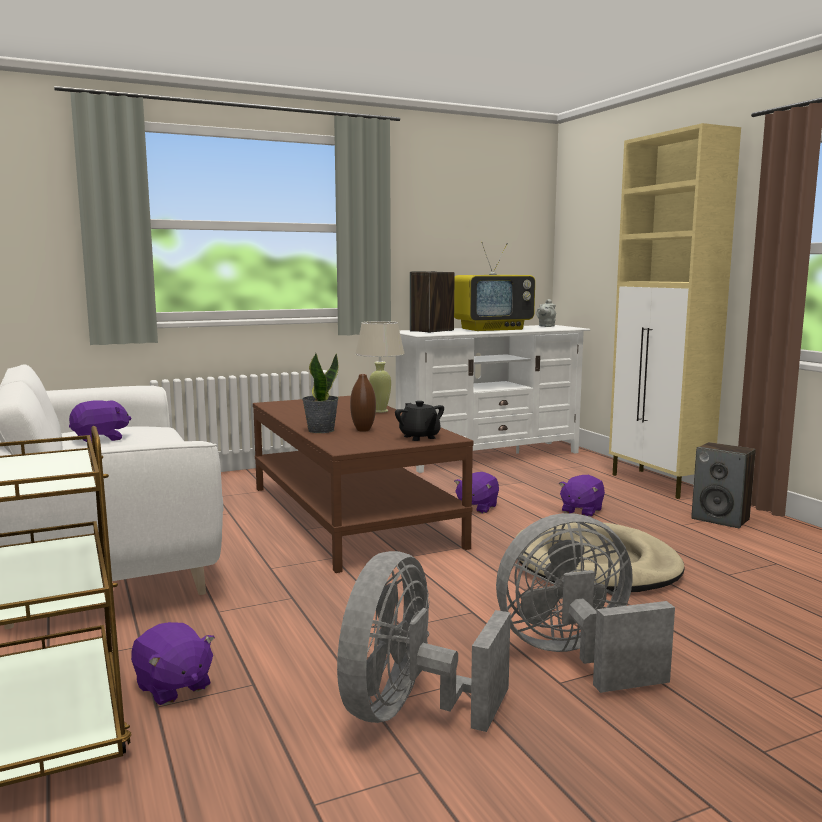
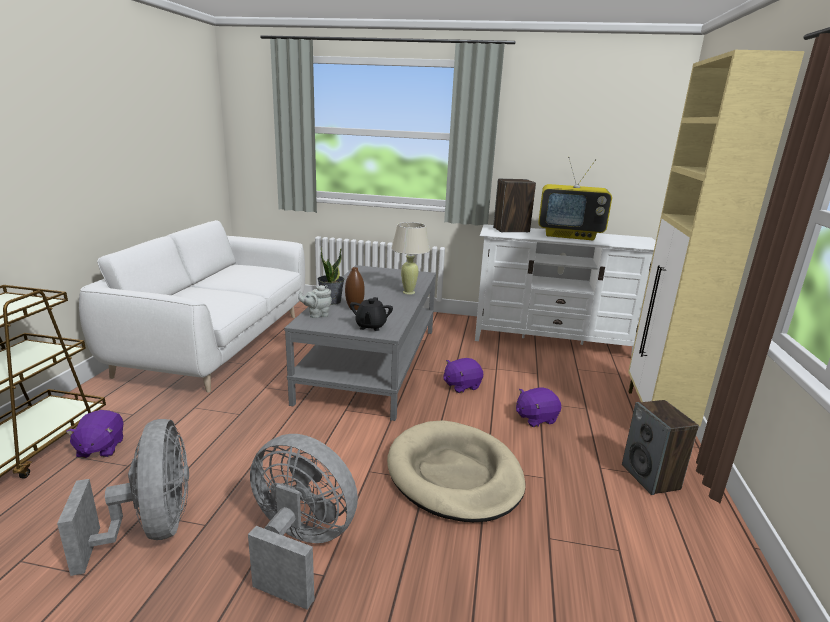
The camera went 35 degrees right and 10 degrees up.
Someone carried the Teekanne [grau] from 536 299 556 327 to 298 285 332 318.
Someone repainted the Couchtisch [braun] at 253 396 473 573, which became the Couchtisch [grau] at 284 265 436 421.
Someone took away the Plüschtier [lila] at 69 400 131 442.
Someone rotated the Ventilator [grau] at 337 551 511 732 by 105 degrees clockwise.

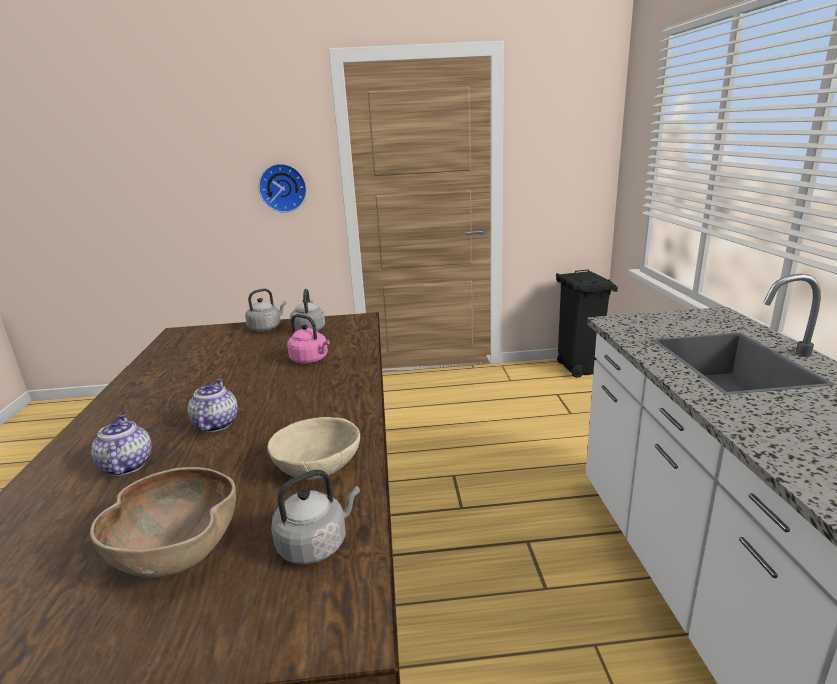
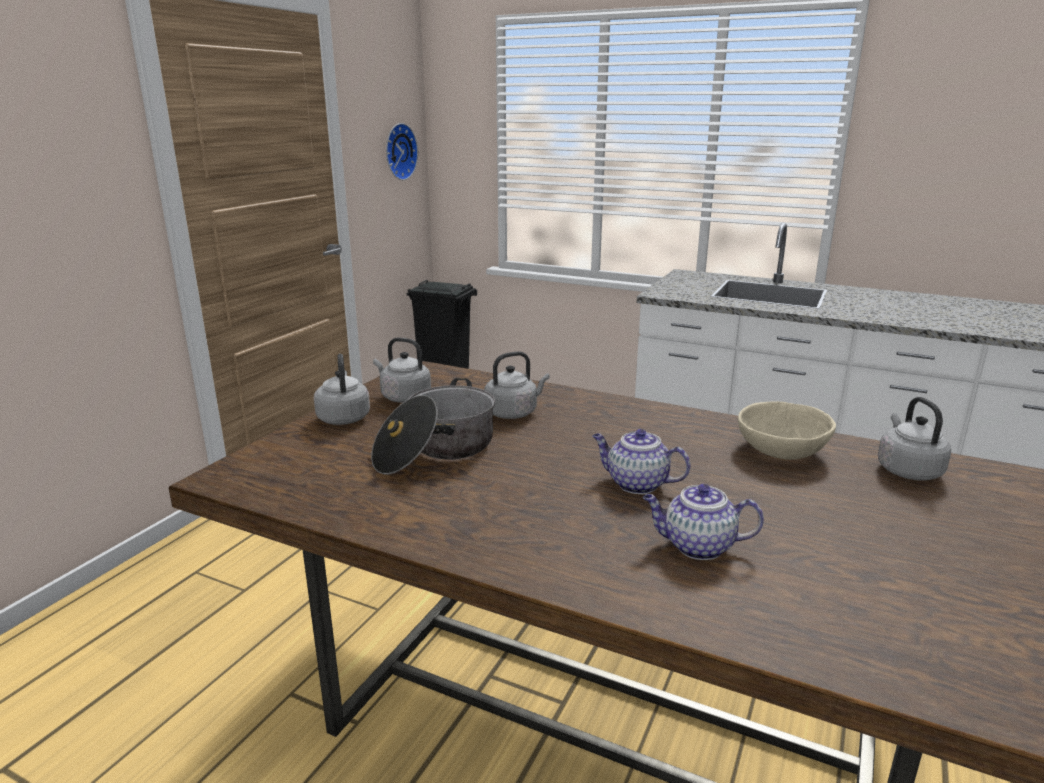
The camera went 60 degrees left and 0 degrees up.
Someone carried the Wanduhr from 259 164 307 213 to 386 123 418 180.
Someone repainted the Wasserkessel [rosa] at 287 314 330 364, which became the Wasserkessel [grau] at 484 351 550 419.
Someone took away the Schüssel [braun] at 90 467 236 578.
Someone put down the Kochtopf at 371 378 495 475.

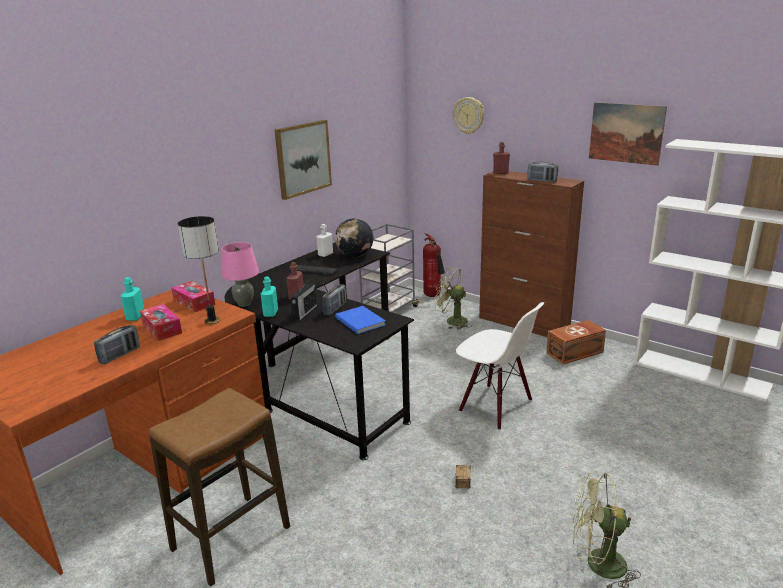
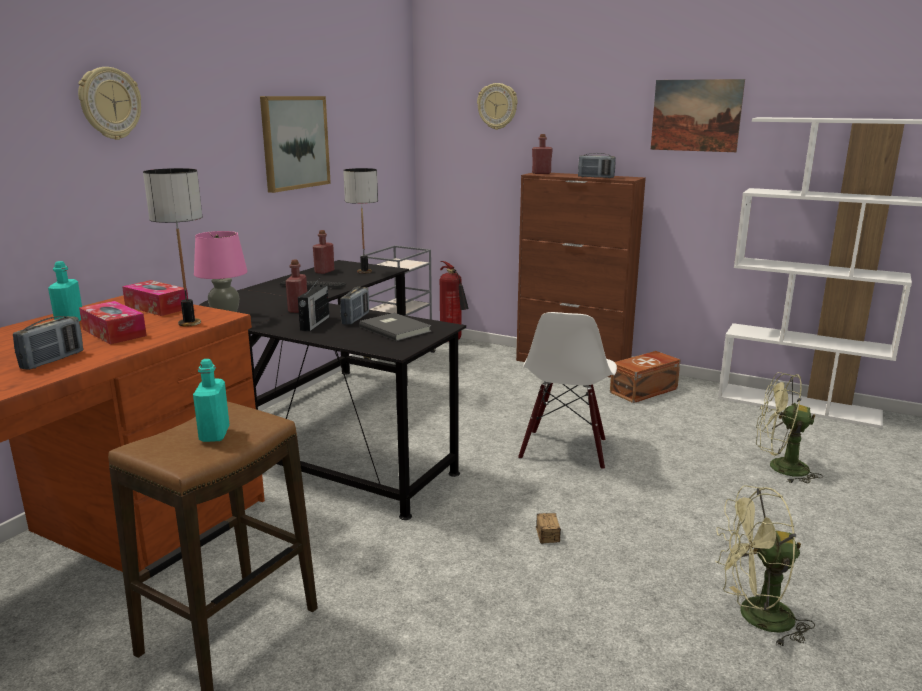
The camera went 10 degrees left and 5 degrees down.
Someone swapped the Globus at 335 218 374 257 for the Tischlampe at 343 168 378 274.
Someone repainted the Flasche [weiß] at 316 224 333 257, which became the Flasche [rot] at 313 230 334 274.
Someone carried the Ventilator [grün] from 434 267 471 330 to 756 372 823 483.
Someone carried the Flasche [türkis] from 261 277 278 317 to 193 359 230 442.
Someone rotated the Stuhl [weiß] at 456 302 544 430 by 75 degrees clockwise.
Someone repainted the Buch [blau] at 335 306 386 334, which became the Buch [grau] at 359 313 431 341.
Someone put up the Wanduhr at 78 67 141 140.

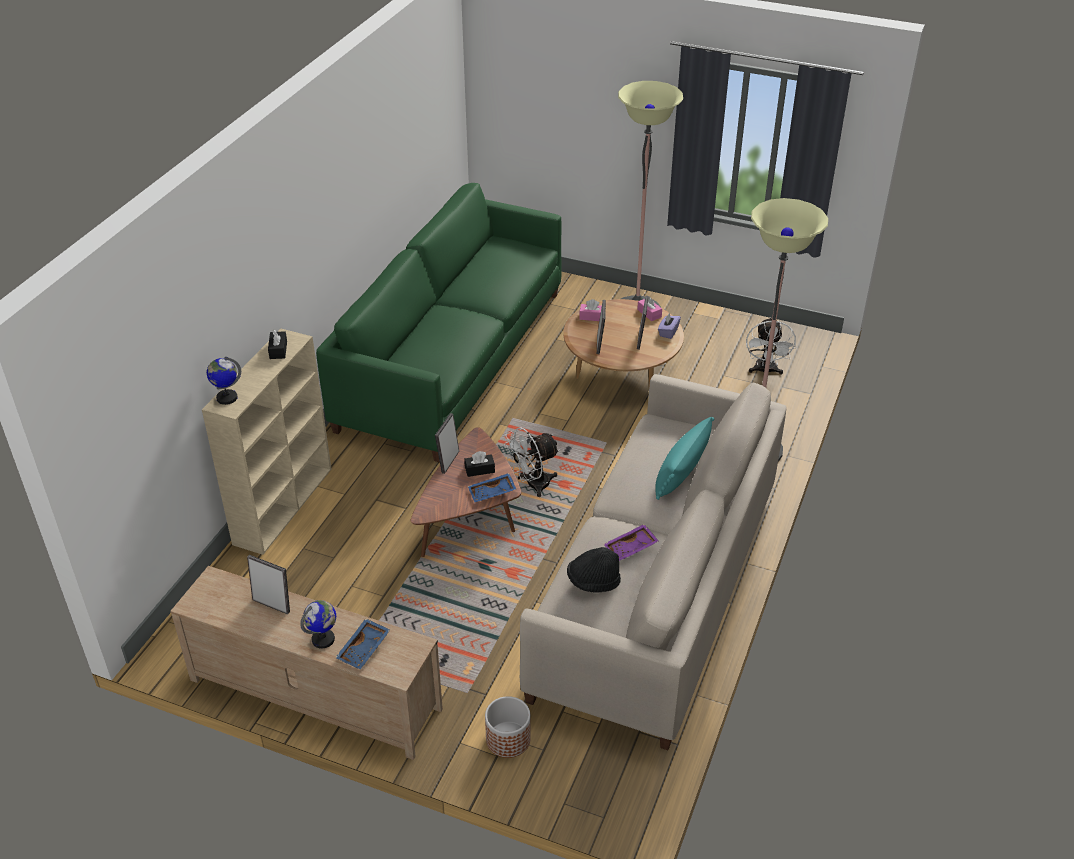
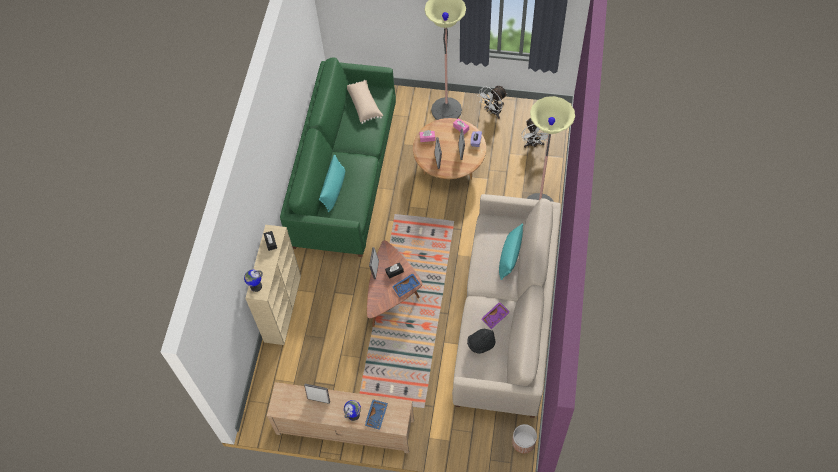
The camera went 10 degrees left and 20 degrees up.
Someone carried the Ventilator [weiß] from 504 427 559 497 to 478 86 507 119.
Someone carried the Pflanzkübel from 485 696 531 758 to 512 424 537 454.
Someone put down the Kissen [beige] at 347 80 383 124.
Someone put down the Kissen [türkis] at 319 155 345 212.

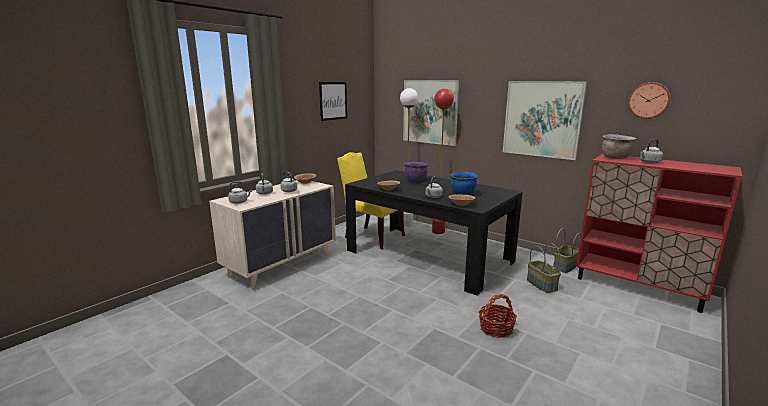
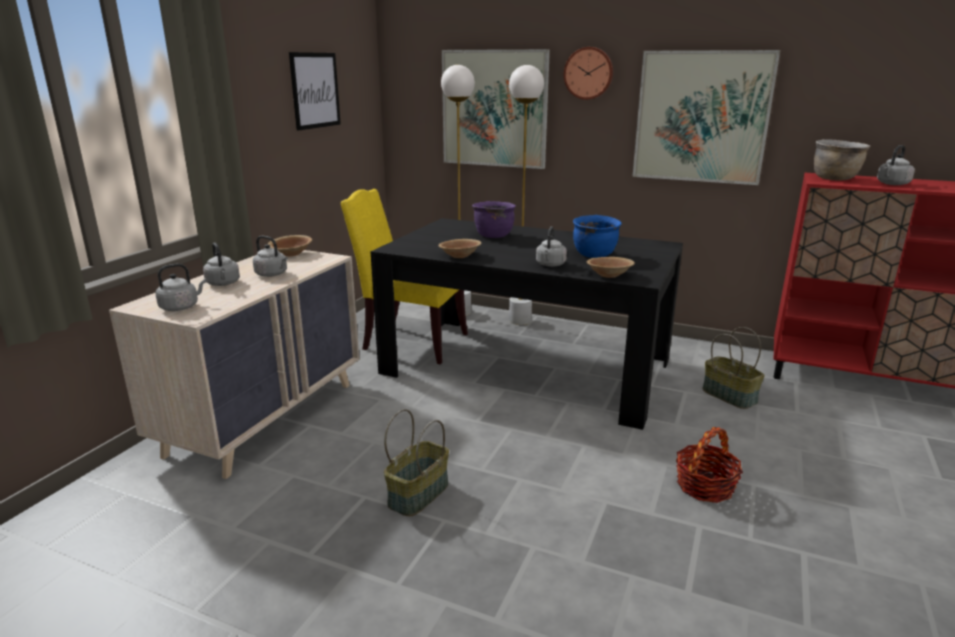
The camera went 15 degrees left and 5 degrees up.
Someone carried the Wanduhr from 628 82 671 119 to 564 47 613 100.
Someone repainted the Stehlampe [rot] at 432 89 454 234, which became the Stehlampe [weiß] at 509 65 544 325.
Someone carried the Korb from 553 228 581 273 to 384 409 449 516.

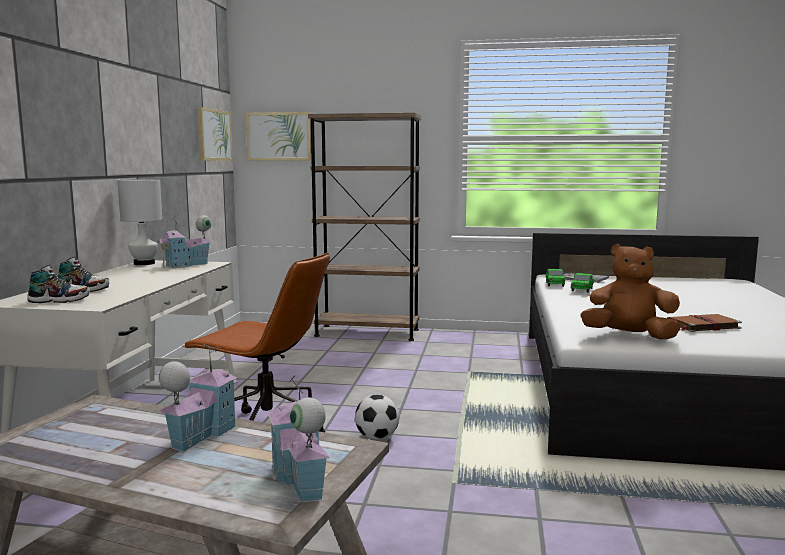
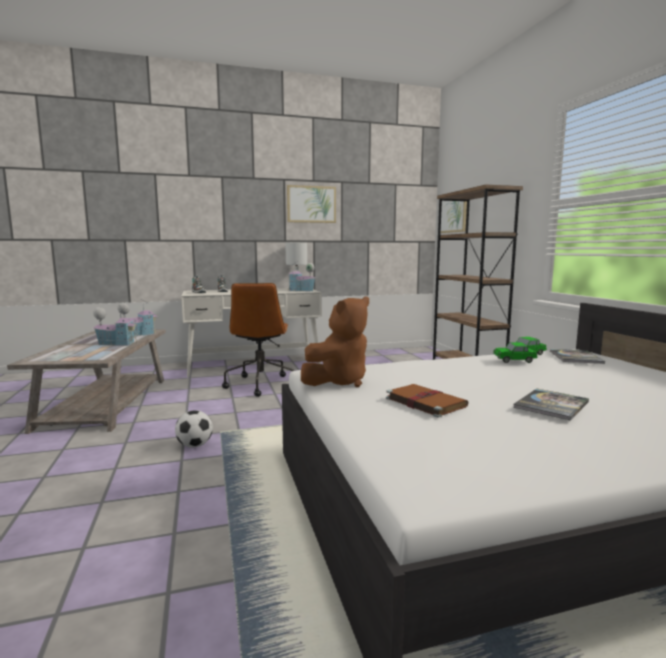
The camera went 65 degrees right and 0 degrees up.
Someone carried the Bild from 197 107 233 161 to 287 185 336 223.
Someone rotated the Plüschtier [braun] at 580 244 680 340 by 60 degrees clockwise.
Someone carried the Spielzeughaus from 267 375 331 503 to 117 299 157 336.
Someone carried the Fußball from 355 395 399 440 to 175 410 213 448.
Someone put down the Buch at 513 388 589 421.

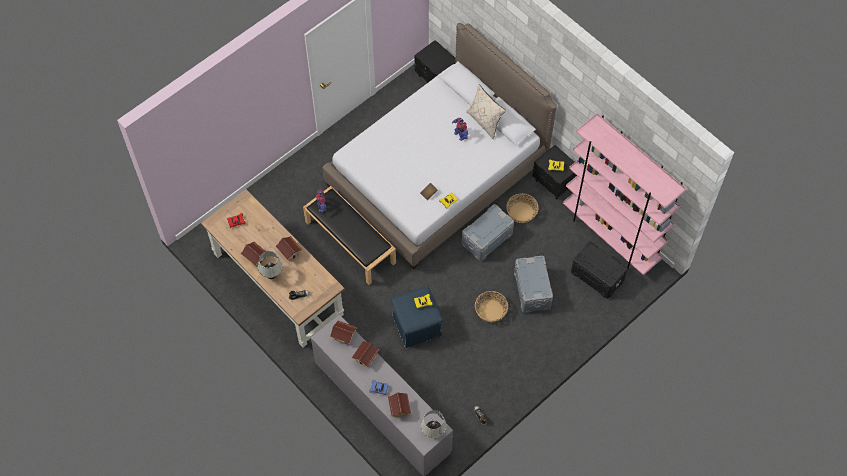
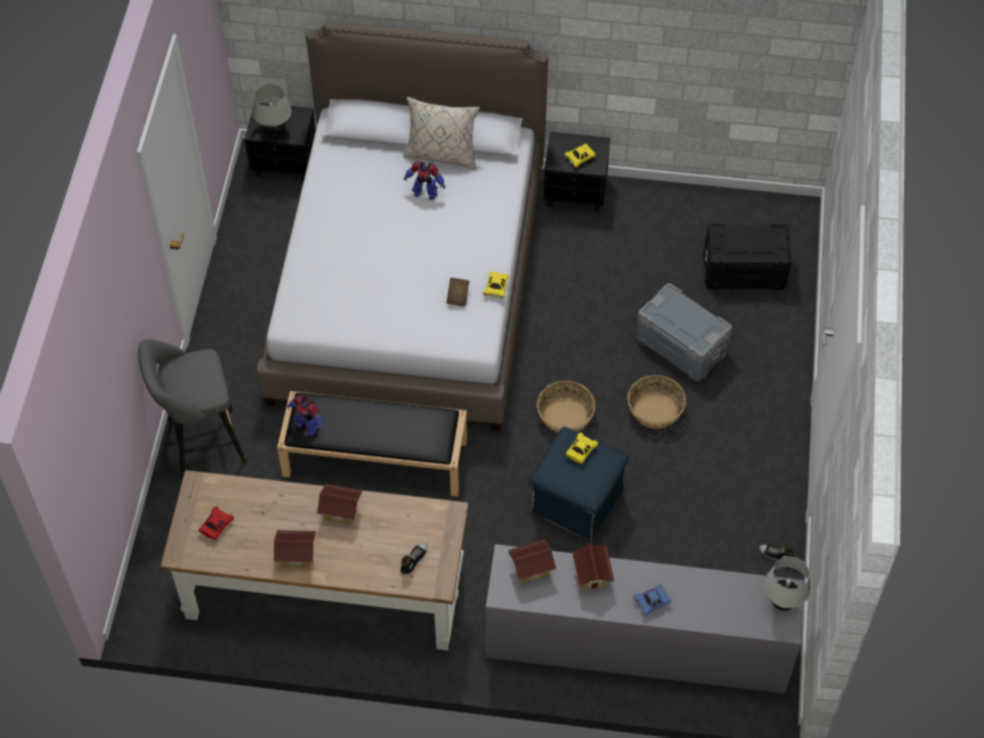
The camera went 40 degrees left and 5 degrees down.
Someone took away the Bücherregal [rosa] at 563 113 686 275.
Someone carried the Korb from 506 193 539 223 to 537 381 595 433.
Someone took away the Aufbewahrungsbox [grau] at 462 204 514 261.
Someone carried the Tischlampe [weiß] from 258 251 282 279 to 253 83 291 135.
Someone took away the Spielzeughaus at 388 392 411 417.
Someone put down the Hocker [grau] at 138 339 247 479.

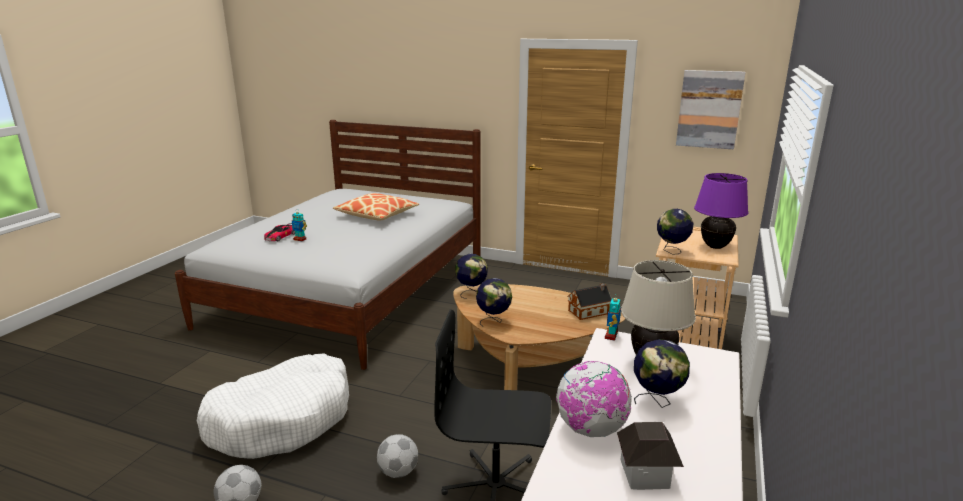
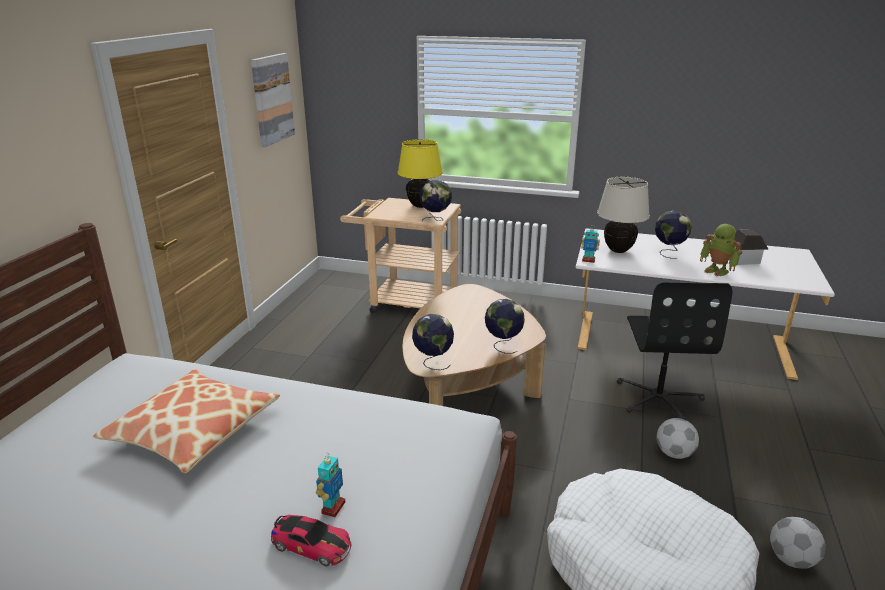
The camera went 95 degrees left and 5 degrees up.
Someone repainted the Tischlampe [lila] at 694 173 749 249, which became the Tischlampe [gelb] at 398 139 443 208.
Someone took away the Spielzeughaus at 567 283 612 320.
Someone swapped the Globus at 556 361 632 437 for the Spielzeugroboter at 700 224 742 276.

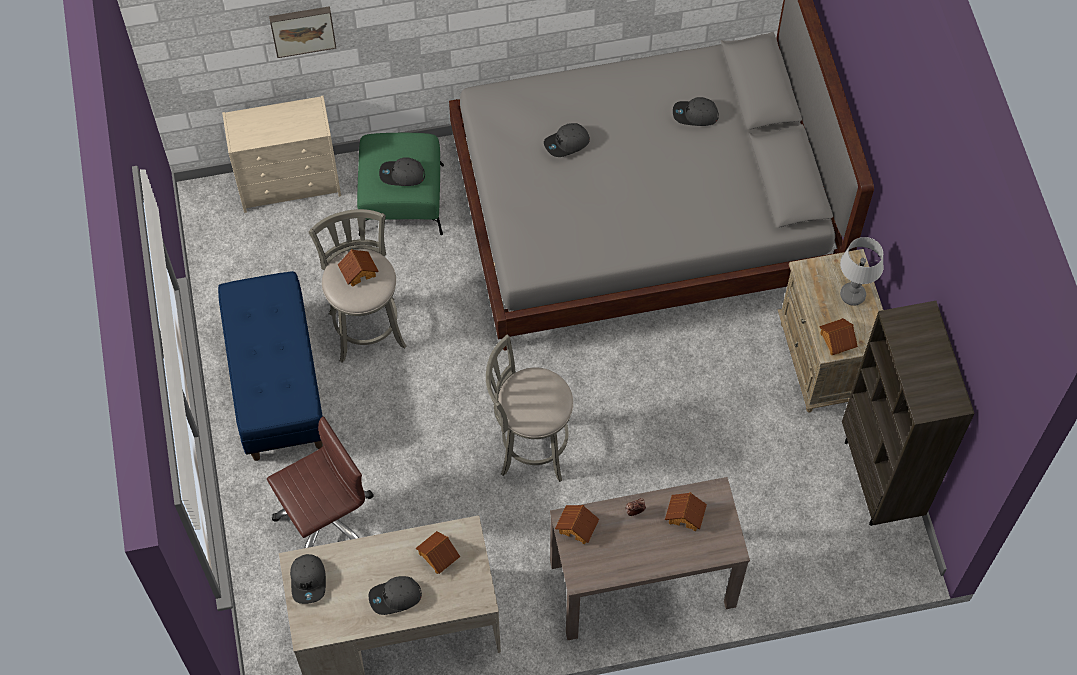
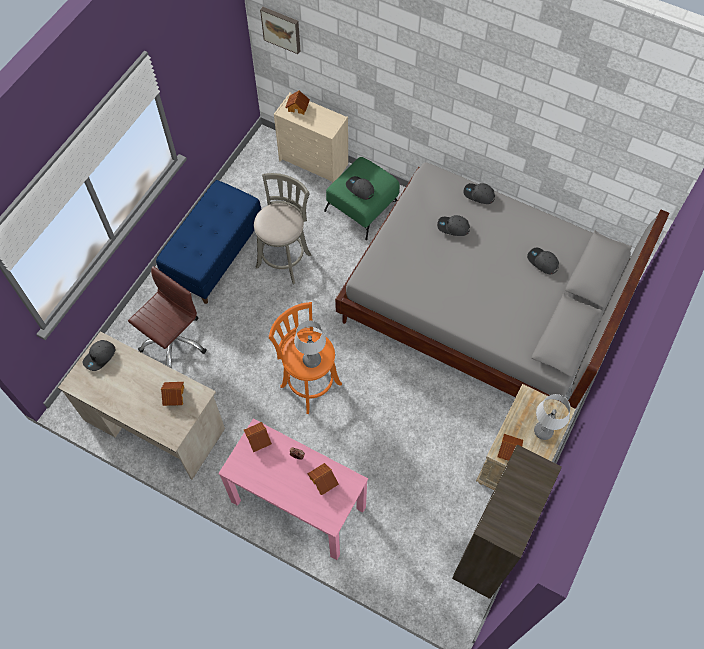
The camera went 40 degrees right and 0 degrees up.
Someone carried the Bild from 269 6 336 58 to 260 7 300 54.
Someone carried the Spielzeughaus from 338 249 379 287 to 285 90 310 115.
Someone repainted the Hocker [grau] at 486 334 573 482, which became the Hocker [orange] at 269 302 342 414.
Someone rotated the Bürostuhl [braun] at 267 416 374 548 by 60 degrees counterclockwise.
Someone repainted the Konsolentisch [braun] at 550 477 750 640, which became the Konsolentisch [rosa] at 218 419 368 560.
Someone carried the Kappe [grau] from 369 576 422 615 to 463 183 495 204.
Someone put down the Tischlampe at 294 320 326 368.

